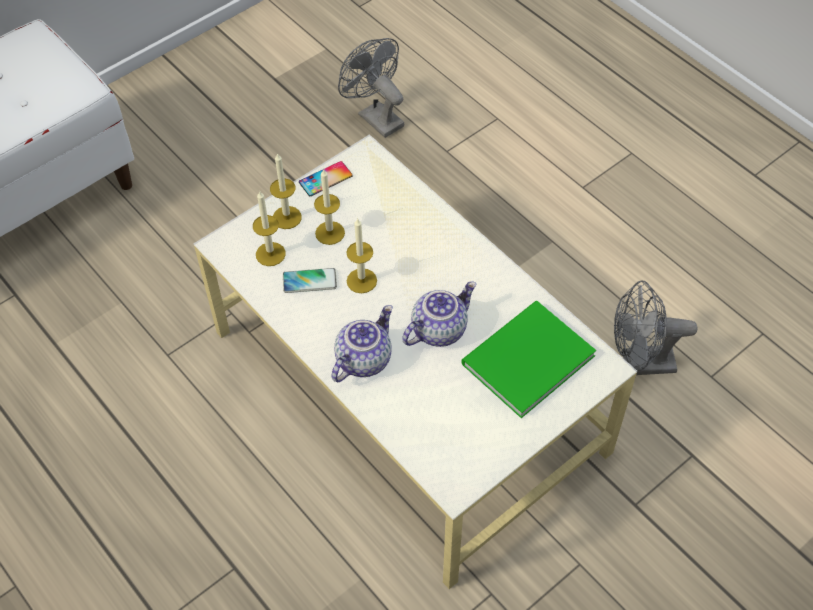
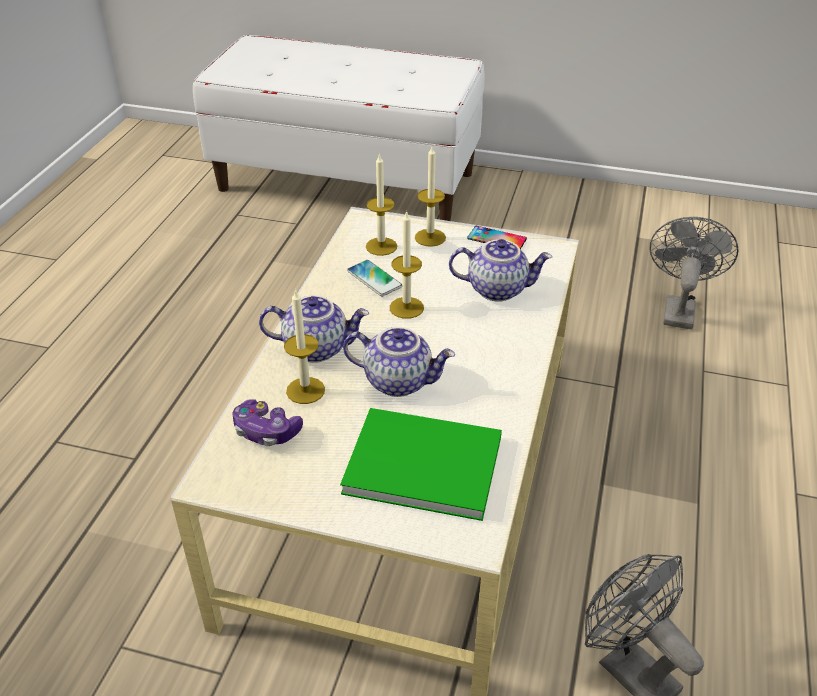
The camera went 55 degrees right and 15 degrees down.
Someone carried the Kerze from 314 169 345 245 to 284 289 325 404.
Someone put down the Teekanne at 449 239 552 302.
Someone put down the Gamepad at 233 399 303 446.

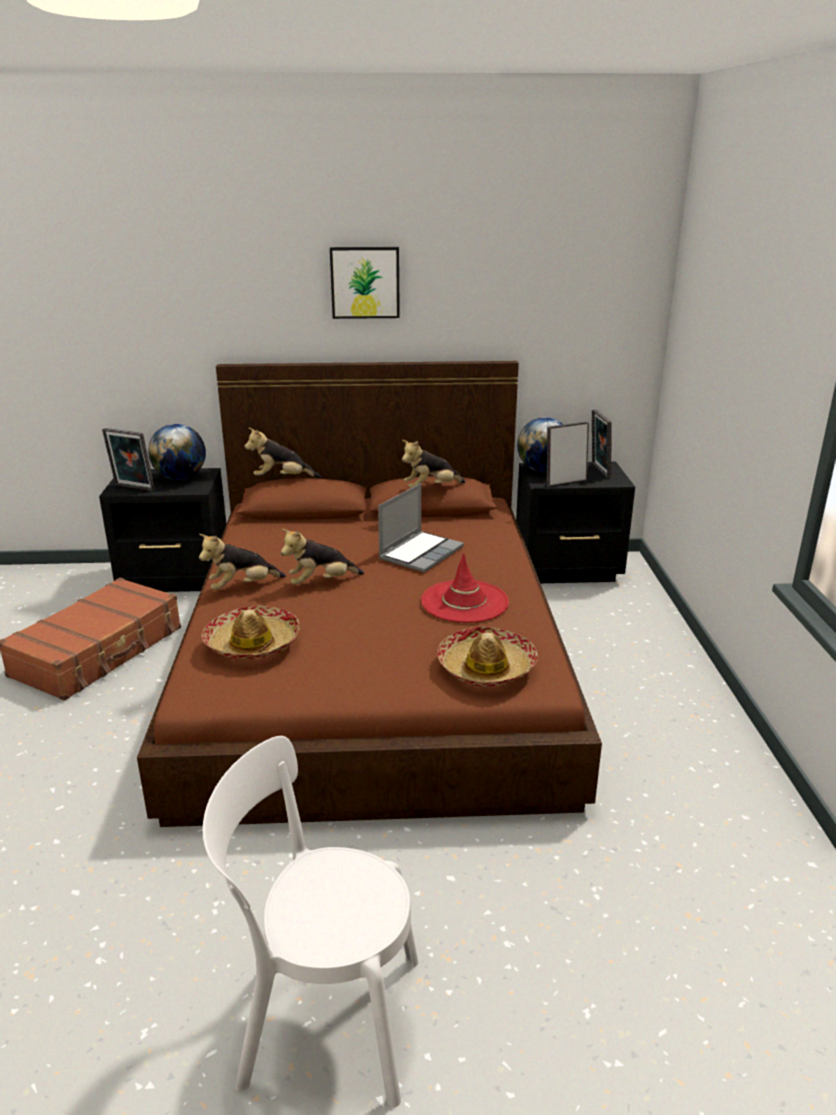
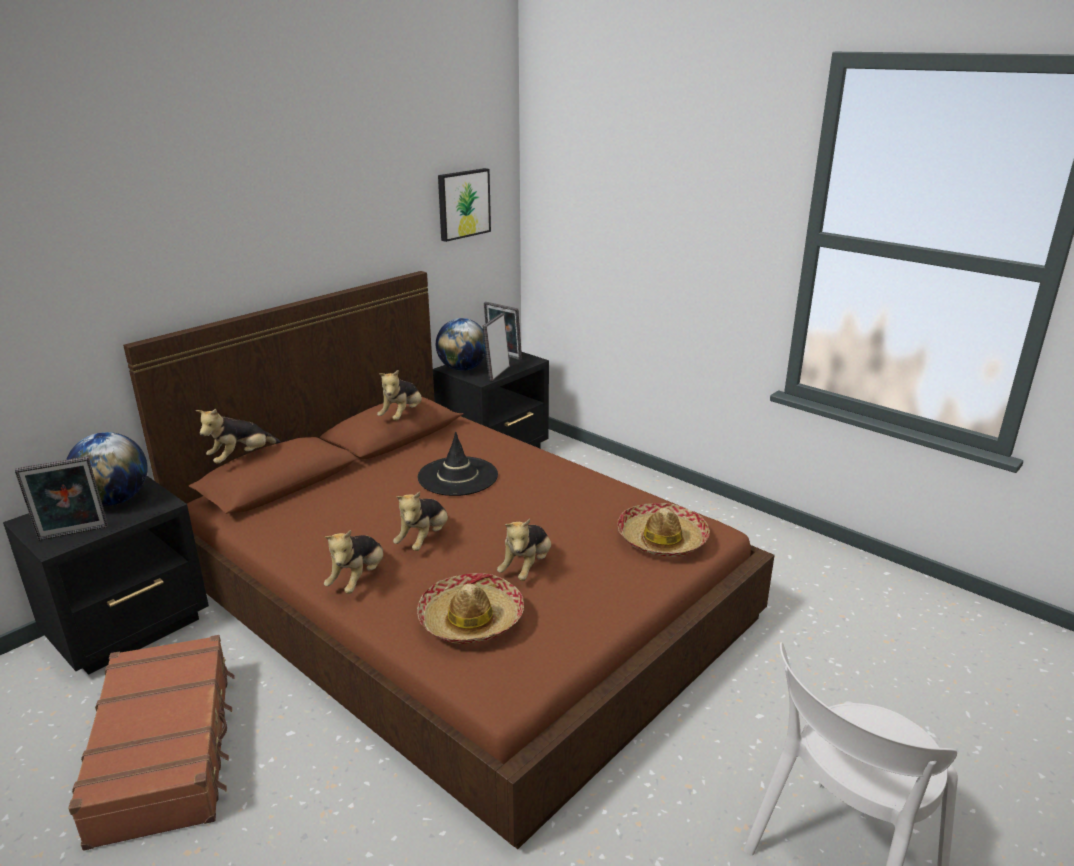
The camera went 45 degrees left and 0 degrees up.
Someone carried the Bild from 330 247 400 319 to 438 168 491 242.
Someone swapped the Laptop at 378 483 464 573 for the Hut [schwarz] at 417 432 498 496.
Someone took away the Hut [rot] at 421 553 509 623.
Someone put down the Plüschtier at 497 519 551 581.

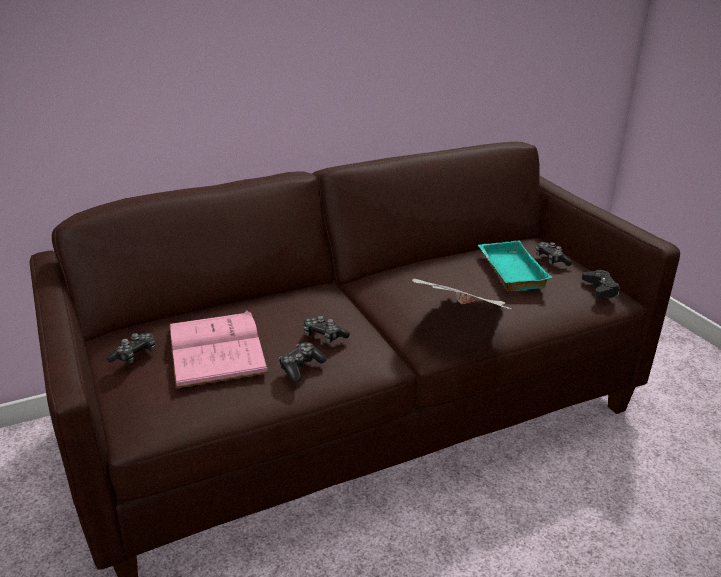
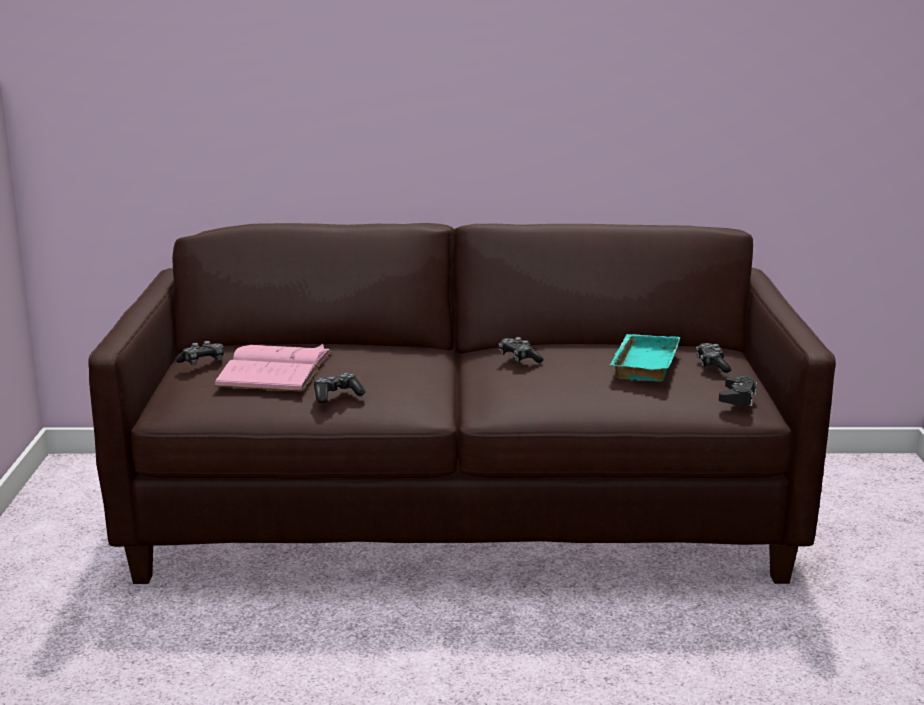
The camera went 25 degrees right and 10 degrees down.
Someone took away the Zeitung at 412 279 511 309.
Someone carried the Gamepad from 303 316 350 343 to 498 337 544 363.

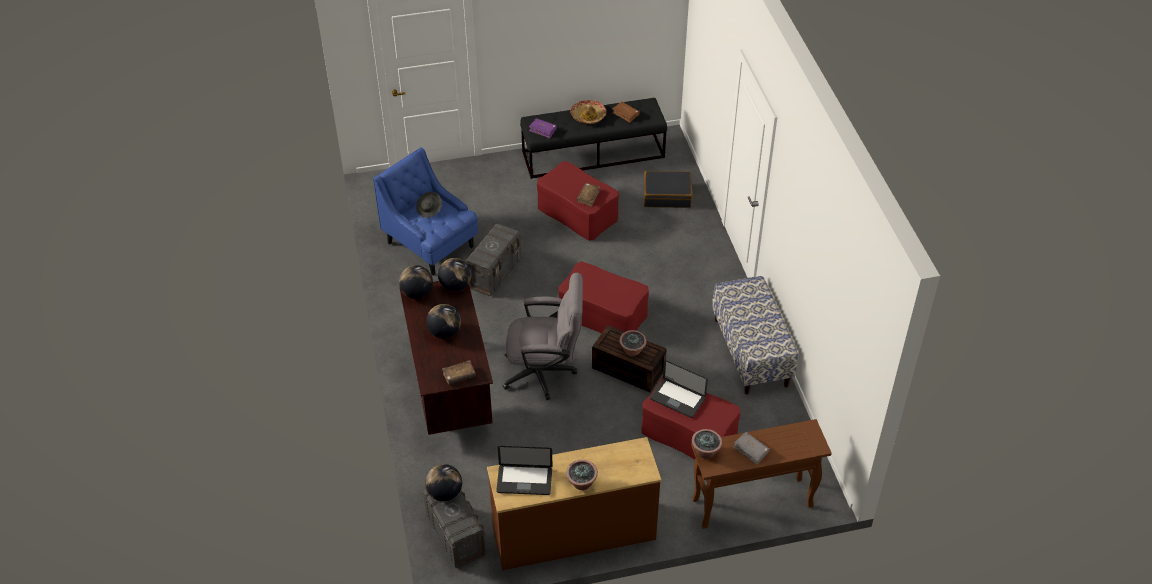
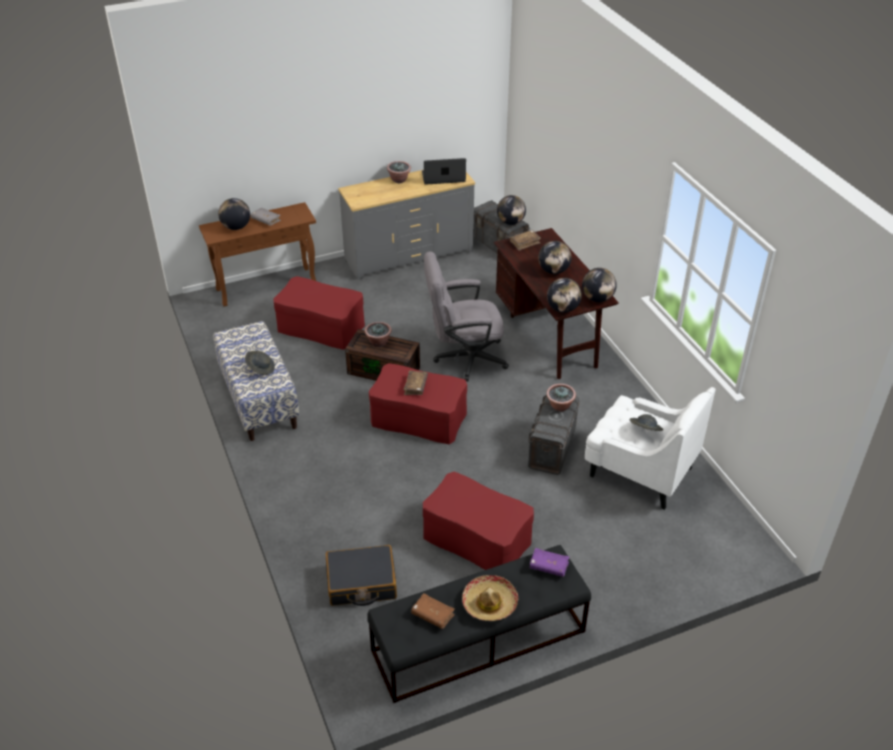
The camera went 170 degrees right and 5 degrees down.
Someone repainted the Sessel [blau] at 373 147 478 275, which became the Sessel [weiß] at 585 387 715 510.
Someone carried the Buch [braun] from 577 183 600 207 to 403 371 428 395.
Someone took away the Laptop at 650 360 708 418.
Someone carried the Topfpflanze from 692 429 722 459 to 546 384 576 412.
Someone repainted the Kommode [braun] at 487 437 661 570, which became the Kommode [grau] at 338 170 475 280.
Someone put down the Globus at 218 198 250 230.
Someone put down the Hut [grau] at 245 351 275 375.

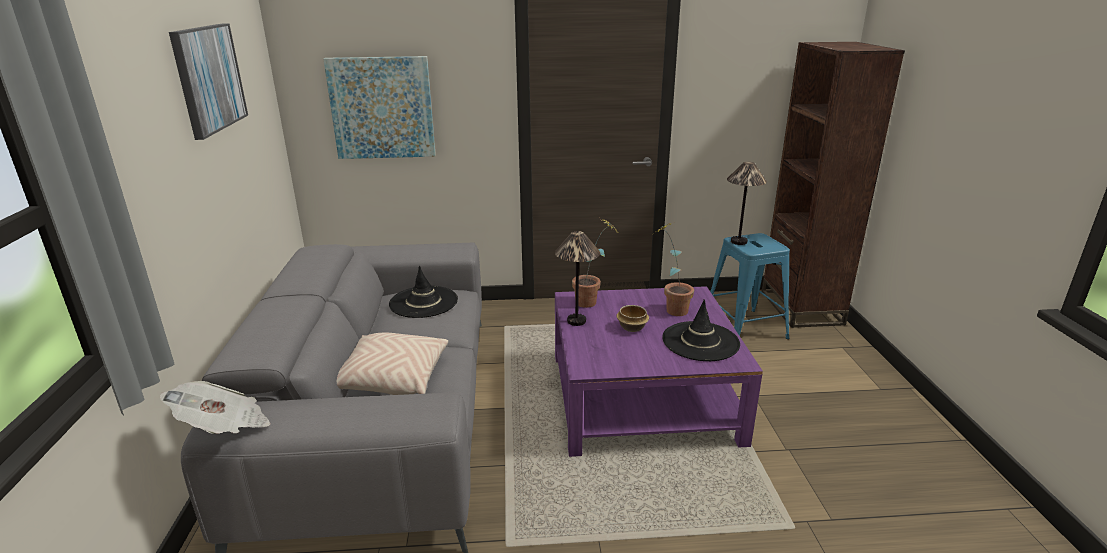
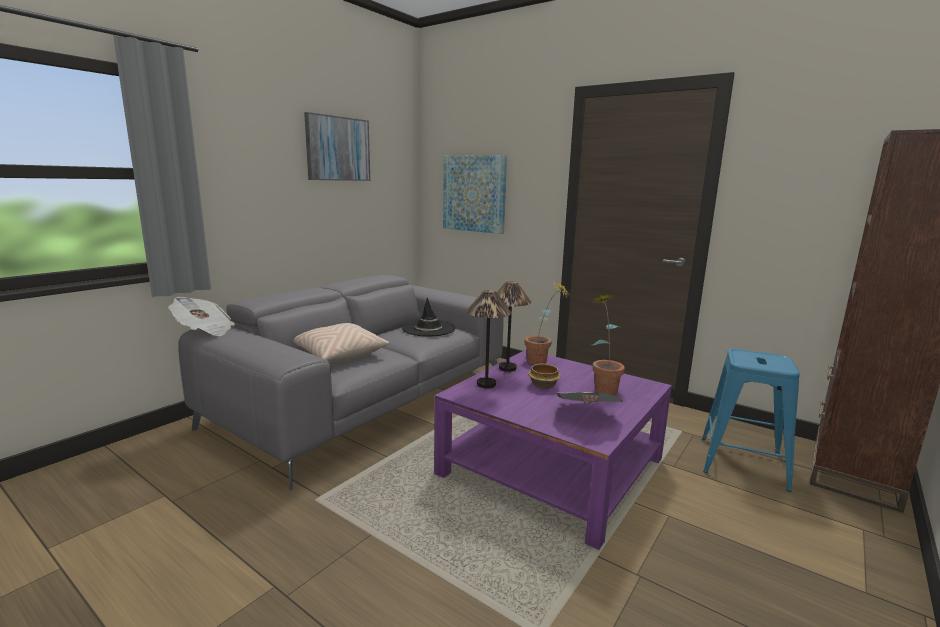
The camera went 40 degrees right and 10 degrees down.
Someone carried the Tischlampe from 727 162 767 245 to 466 290 512 388.
Someone swapped the Hut [schwarz] at 662 299 740 361 for the Zeitung at 554 392 623 404.

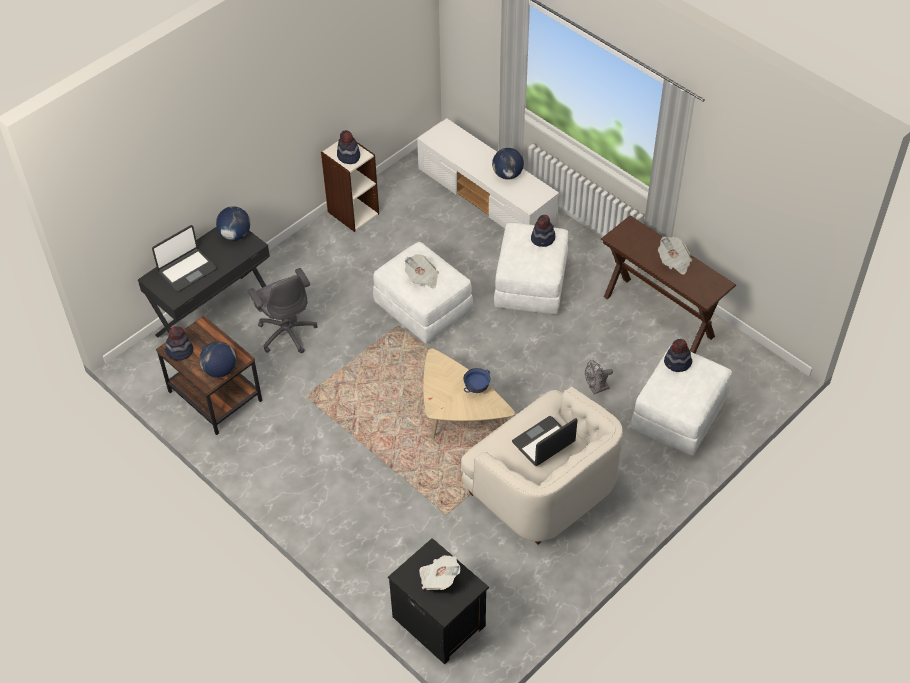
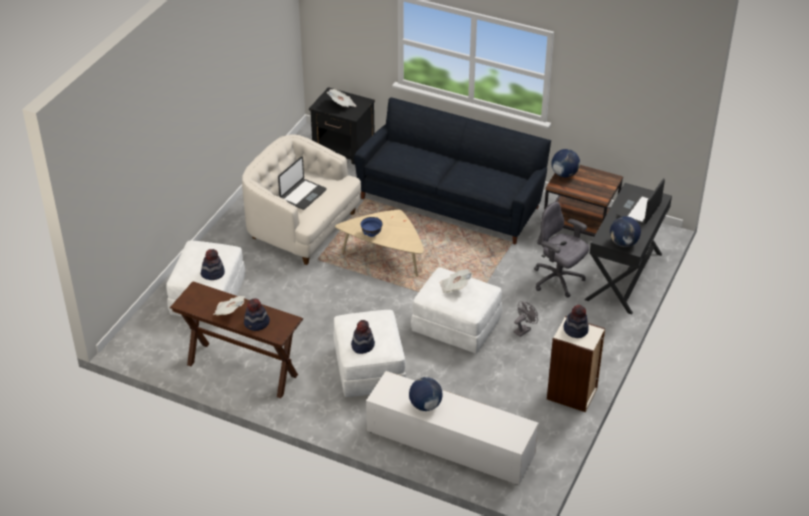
The camera went 160 degrees right and 10 degrees down.
Someone carried the Hut from 165 326 193 360 to 244 298 270 331.
Someone carried the Ventilator [grau] from 585 360 613 394 to 514 301 538 337.
Someone put down the Sofa [schwarz] at 354 97 551 245.

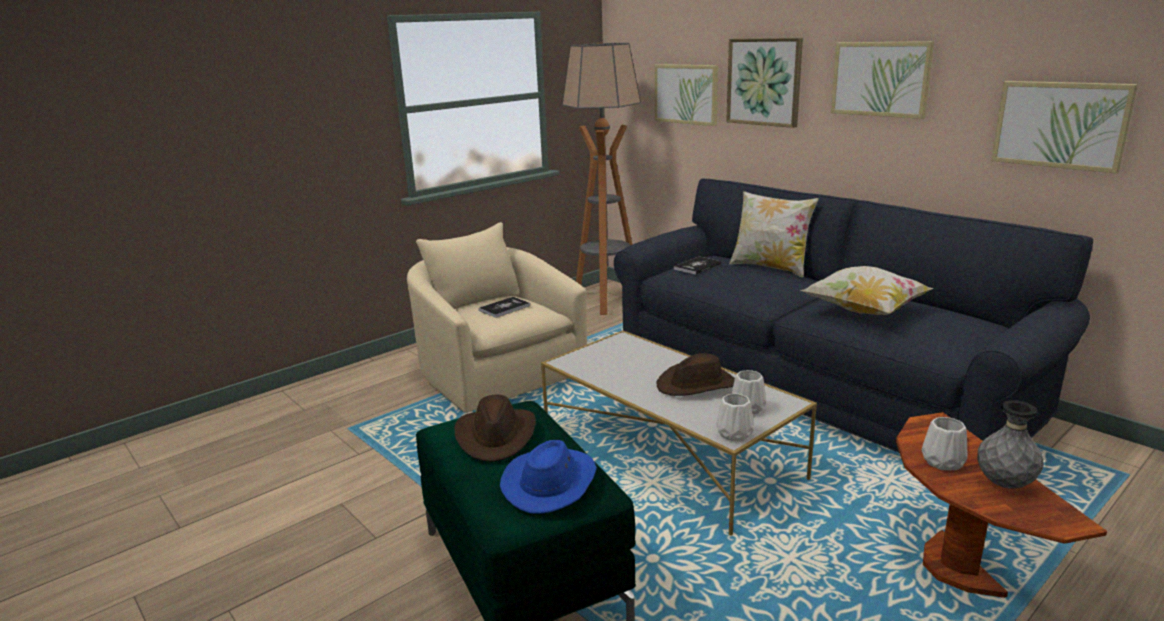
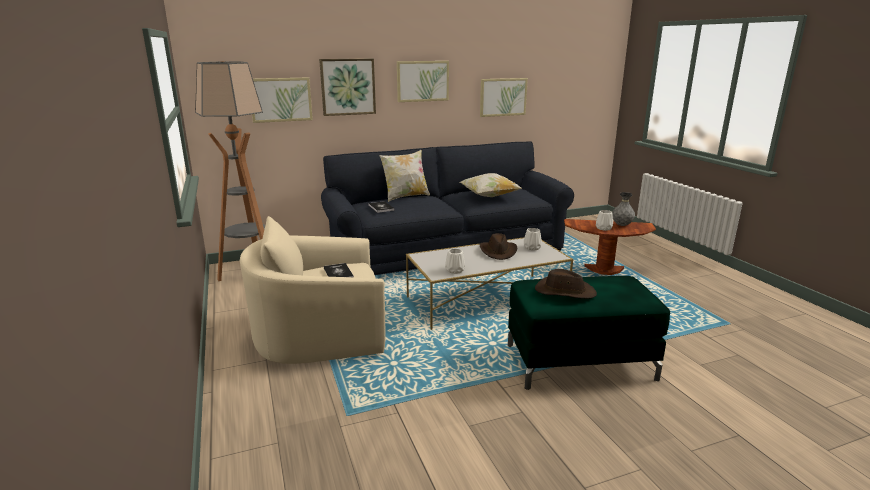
The camera went 70 degrees left and 0 degrees up.
Someone carried the Vase [weiß] from 716 394 754 441 to 445 249 465 274.
Someone took away the Hut [blau] at 500 440 597 514.

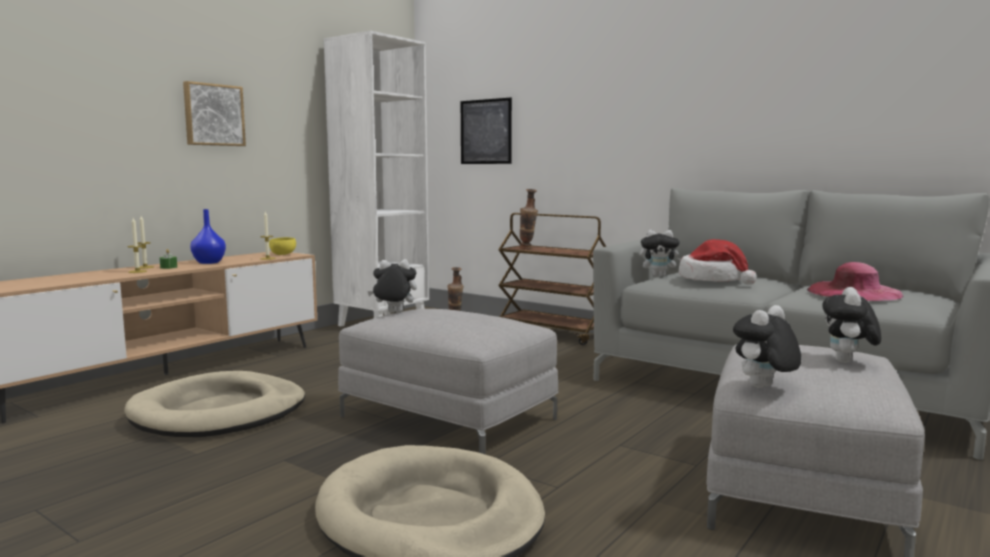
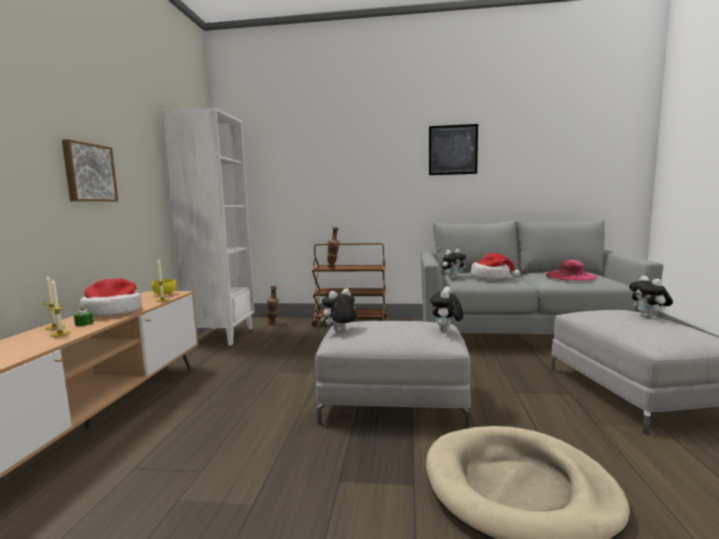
The camera went 30 degrees left and 0 degrees up.
Someone carried the Bild from 461 98 512 164 to 429 124 478 175.
Someone swapped the Vase [blau] at 190 209 226 264 for the Hut at 79 279 142 316.
Someone carried the Plüschtier from 733 305 802 388 to 430 287 463 332.
Someone took away the Hundebett [beige] at 124 371 305 437.

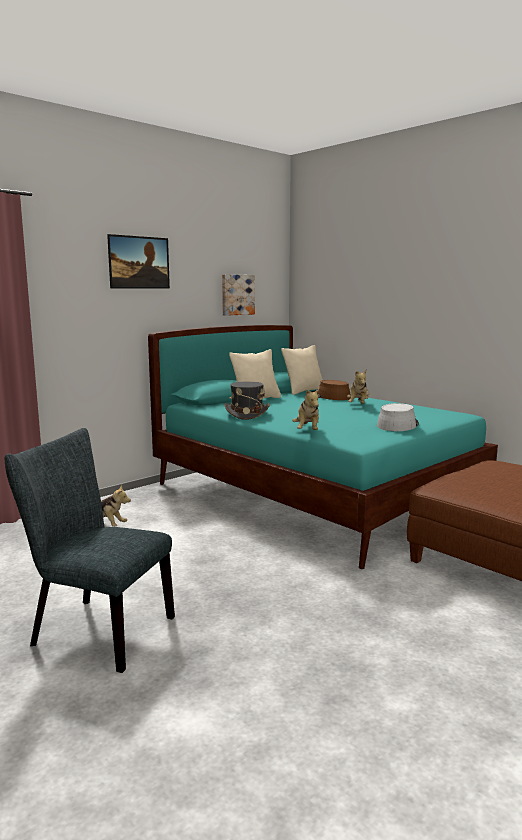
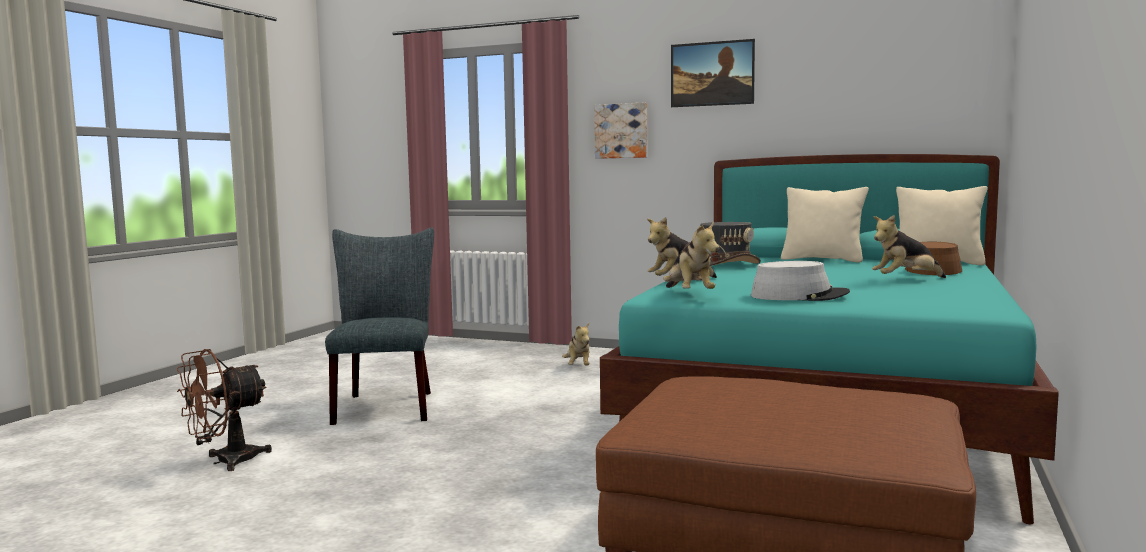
The camera went 65 degrees right and 5 degrees down.
Someone carried the Bild from 222 274 255 316 to 594 102 647 159.
Someone put down the Plüschtier at 663 222 719 289.
Someone put down the Ventilator [braun] at 177 349 272 471.

